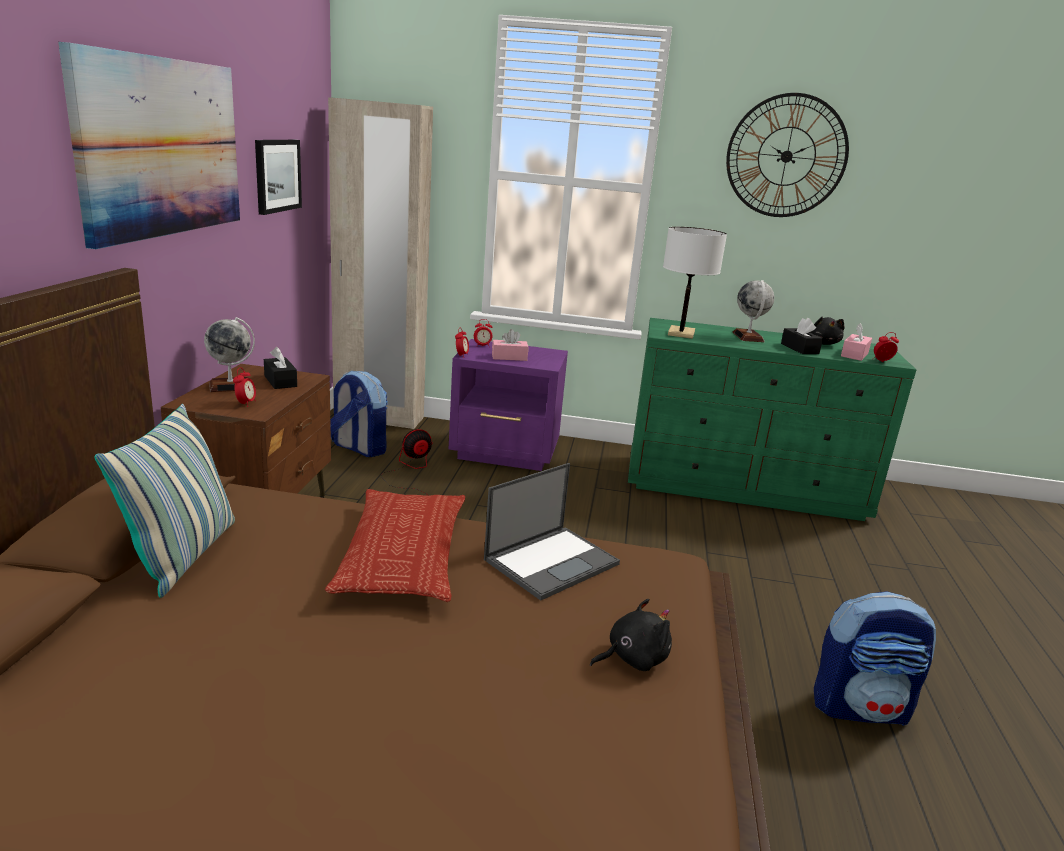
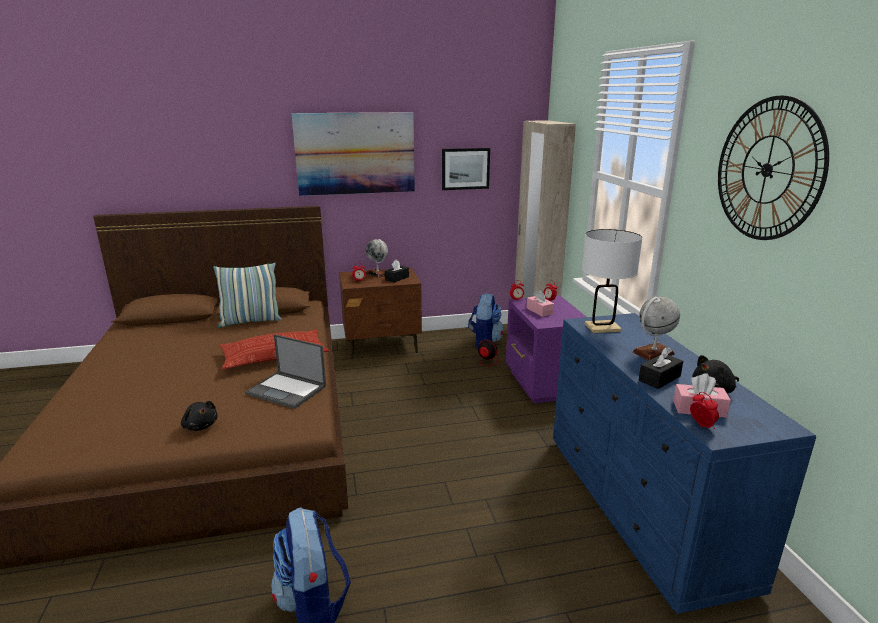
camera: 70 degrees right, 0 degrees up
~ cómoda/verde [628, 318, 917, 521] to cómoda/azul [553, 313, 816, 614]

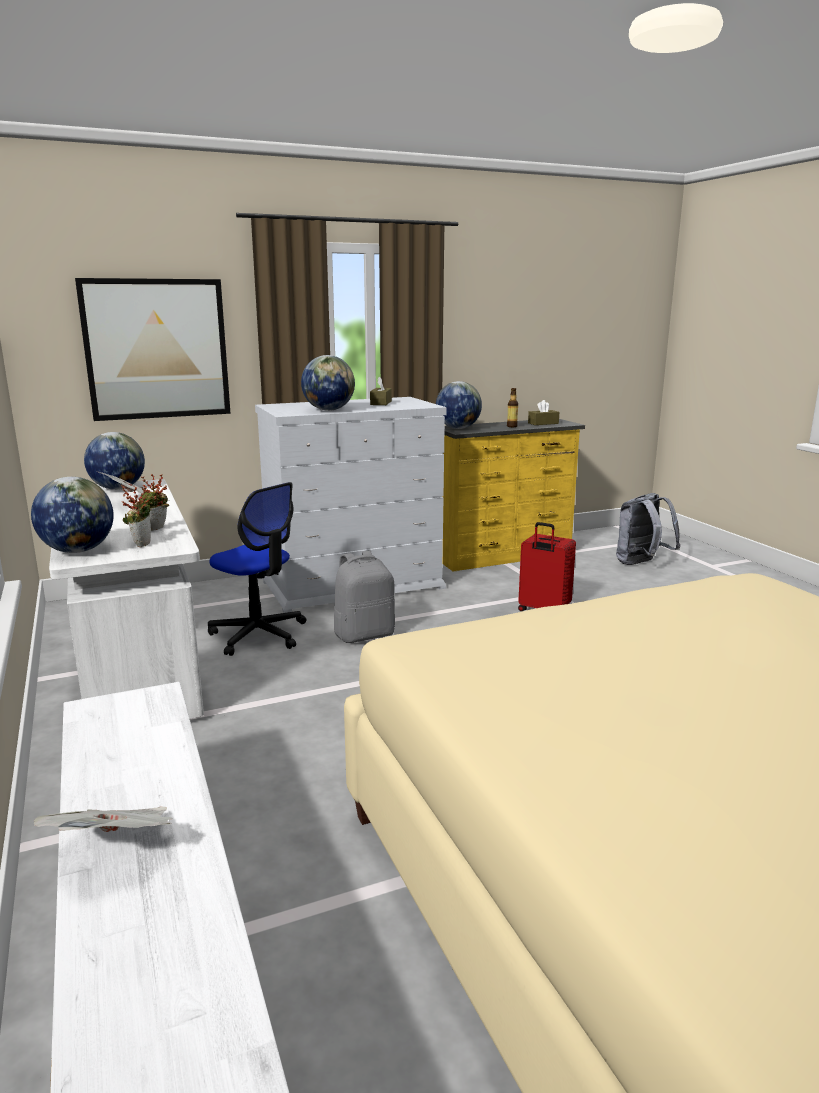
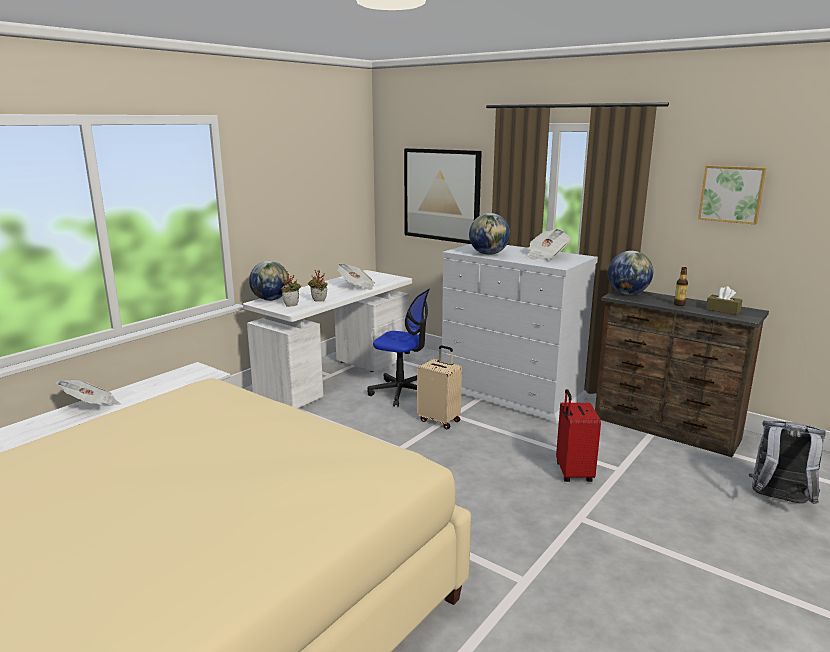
camera: 60 degrees right, 0 degrees up
~ silla de oficina [208, 482, 306, 656] = [367, 289, 430, 407] 75 degrees counterclockwise
~ mochila/gris [334, 551, 395, 643] to maleta/beis [417, 345, 462, 429]
~ caja de pañuelos/marrón [370, 376, 392, 405] to periódico [526, 229, 571, 260]
~ cómoda/amarillo [442, 419, 585, 572] to cómoda/marrón [595, 289, 769, 457]
+ cuadro [698, 165, 766, 225]
- globo terráqueo [84, 432, 145, 490]

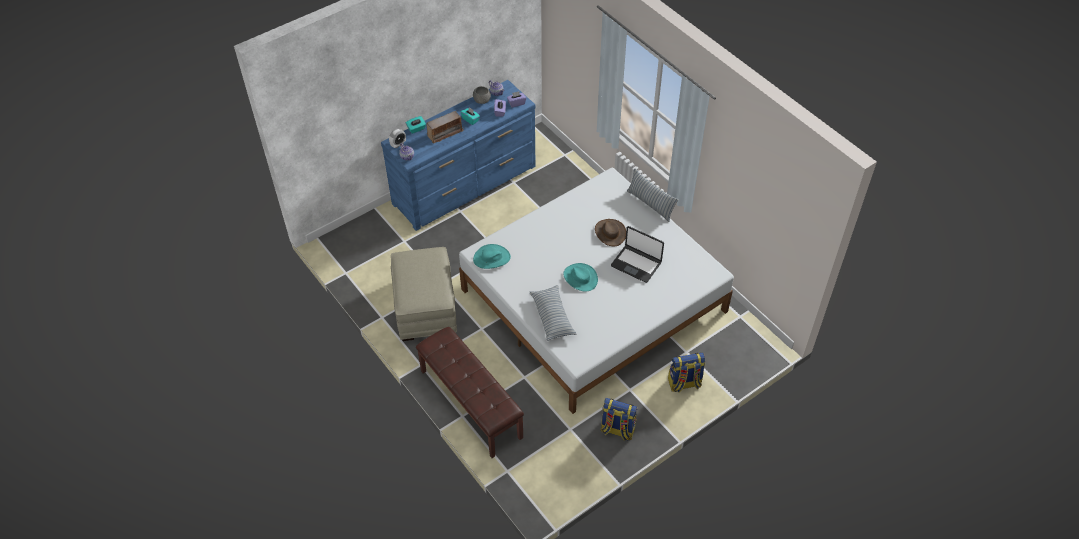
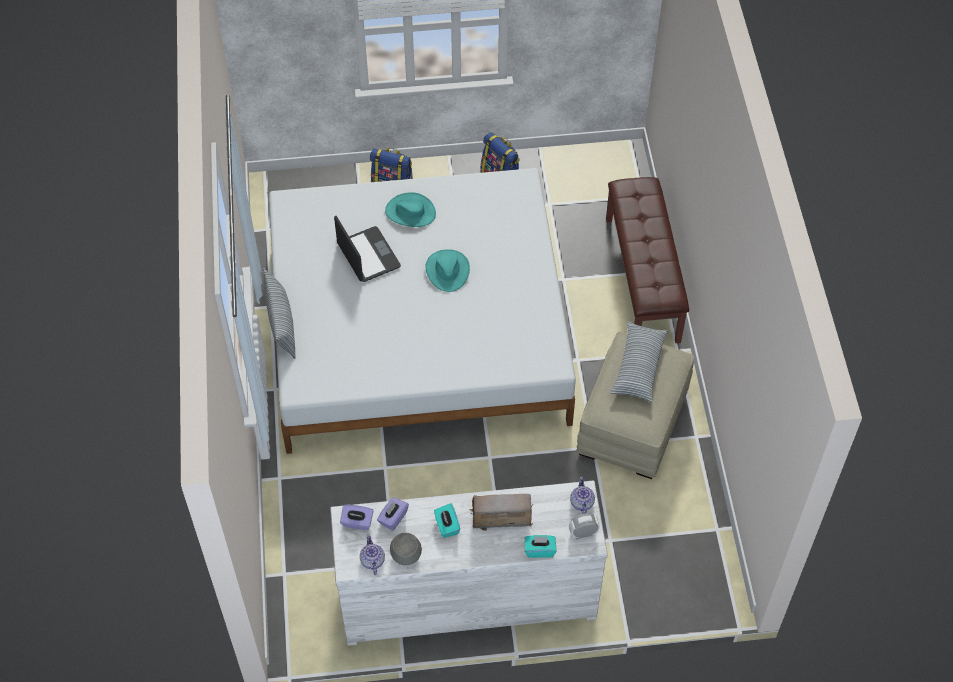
camera: 150 degrees left, 5 degrees up
~ cómoda/azul [381, 80, 535, 231] to cómoda/blanco [330, 480, 608, 646]
~ sombrero/turquesa [473, 244, 511, 269] to [385, 192, 436, 227]
~ cojín [530, 285, 577, 341] to [610, 322, 668, 402]
- sombrero/marrón [595, 219, 626, 247]

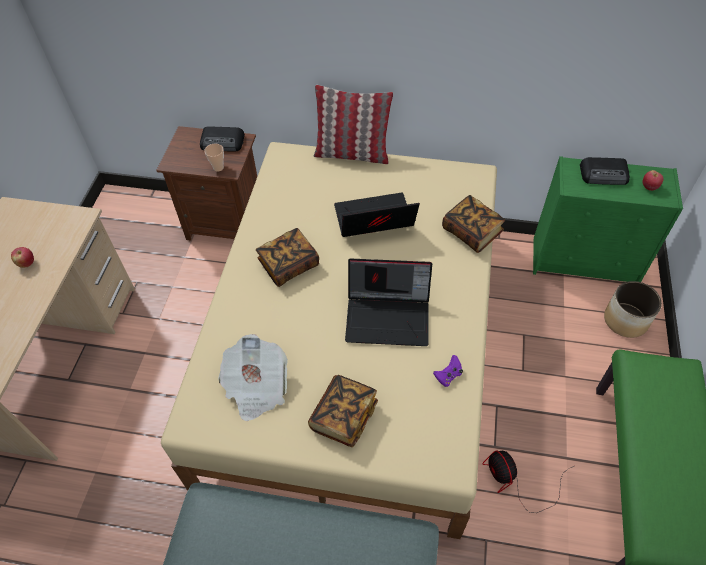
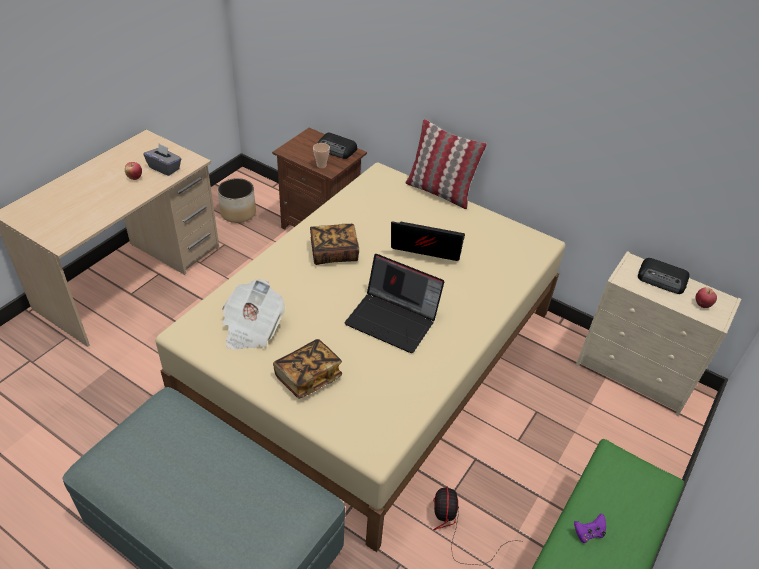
camera: 20 degrees right, 10 degrees down
+ caja de pañuelos/gris [143, 144, 181, 176]
~ maceta [604, 281, 662, 338] to [218, 178, 256, 223]
~ mando de consola/morado [433, 355, 463, 387] to [574, 513, 606, 543]
~ cómoda/verde [533, 156, 683, 282] to cómoda/beis [576, 251, 741, 416]
- libro [442, 195, 505, 253]

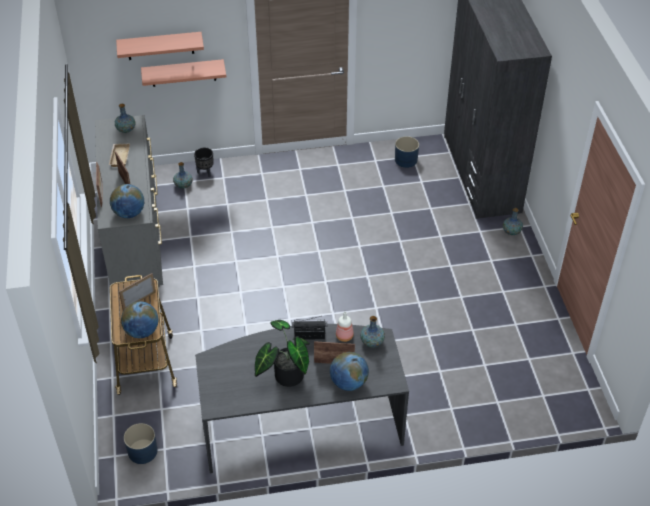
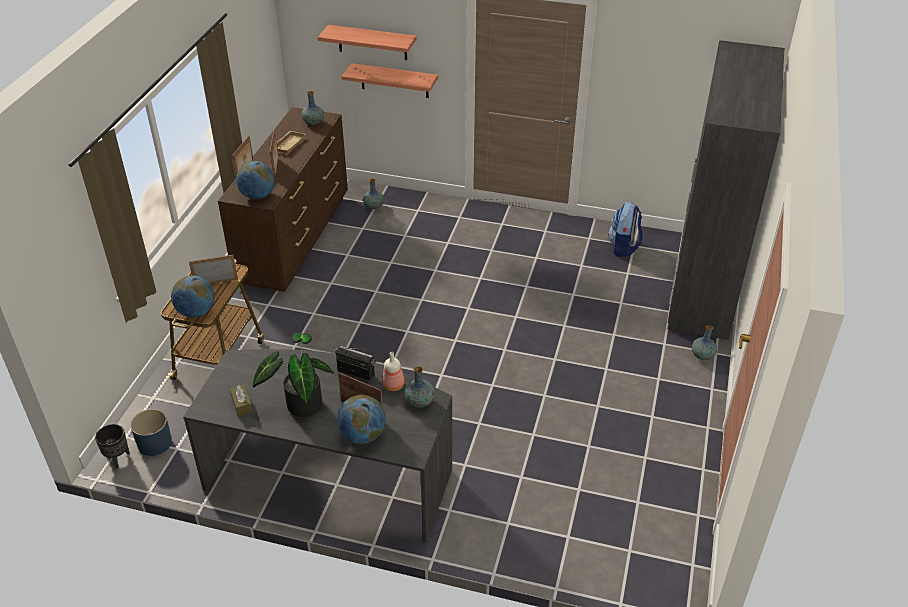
camera: 25 degrees right, 5 degrees down
~ maceta/negro [194, 147, 214, 177] to [95, 424, 130, 469]
~ cómoda/gris [95, 115, 163, 292] to cómoda/marrón [218, 107, 348, 292]
+ caja de pañuelos/marrón [230, 385, 253, 416]
~ maceta/azul [395, 136, 419, 168] to mochila [608, 202, 643, 257]

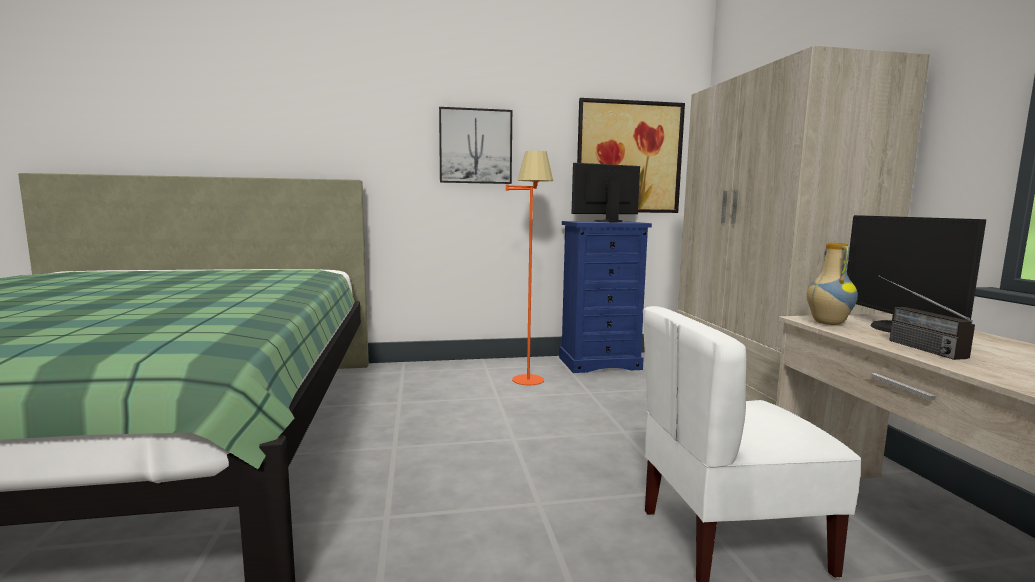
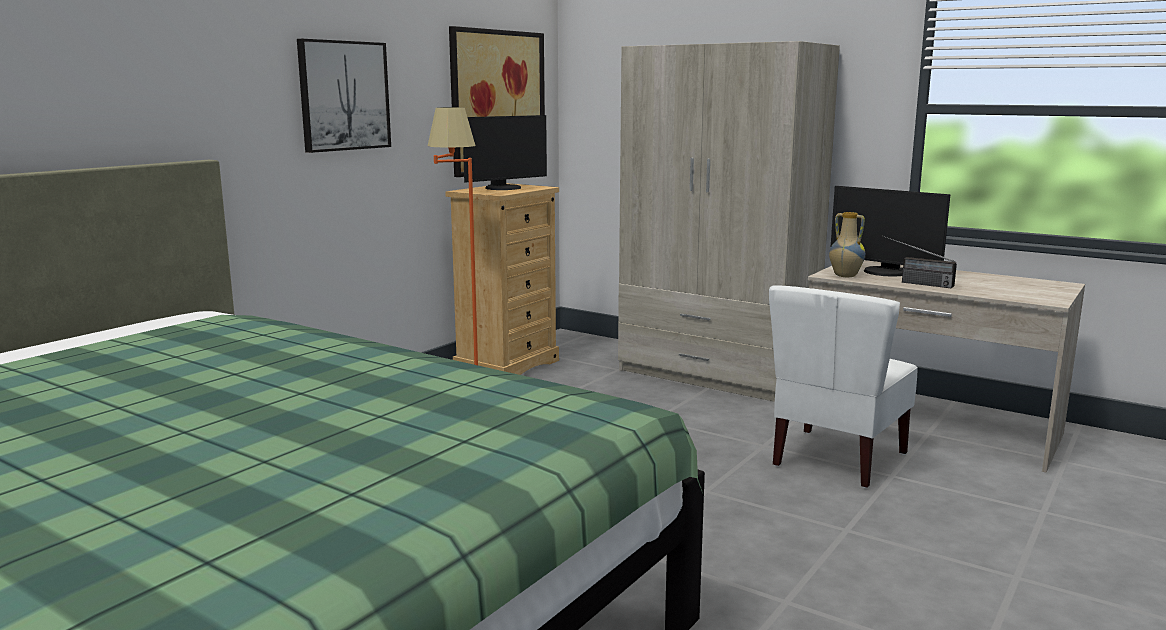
camera: 45 degrees left, 5 degrees up
~ cómoda/azul [559, 221, 652, 373] to cómoda/beis [445, 183, 559, 375]
~ monitor [572, 163, 640, 222] = [463, 115, 547, 190] 150 degrees counterclockwise

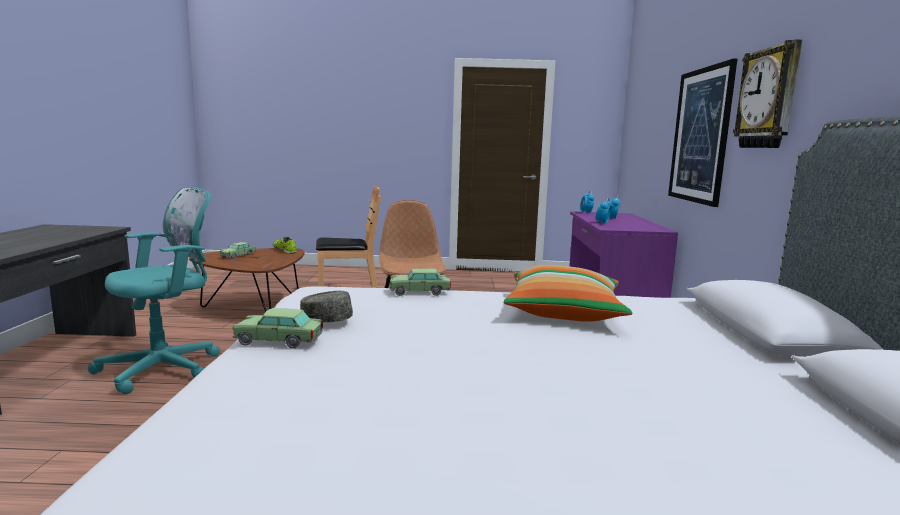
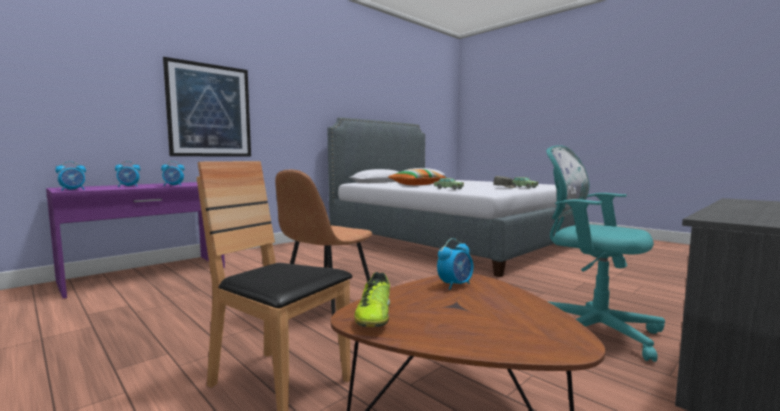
camera: 135 degrees left, 5 degrees down
+ despertador [437, 238, 473, 290]
~ silla de oficina/turquesa [88, 187, 220, 394] = [546, 145, 665, 362] 45 degrees clockwise
- coche de juguete [220, 242, 256, 259]
- reloj de pared [733, 39, 802, 148]

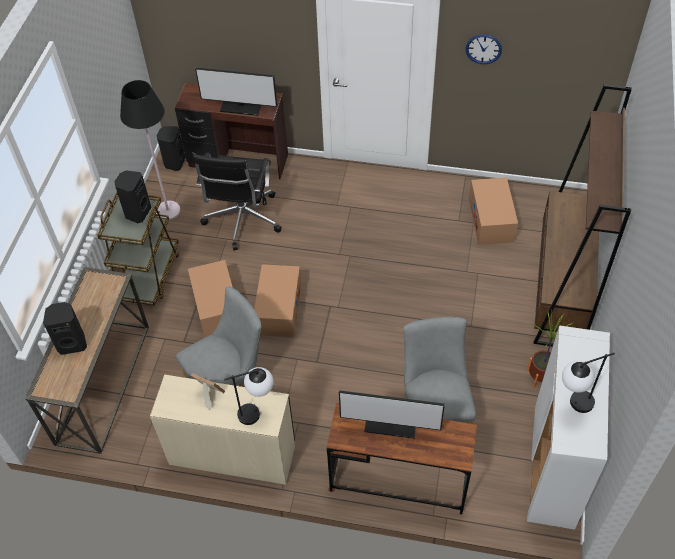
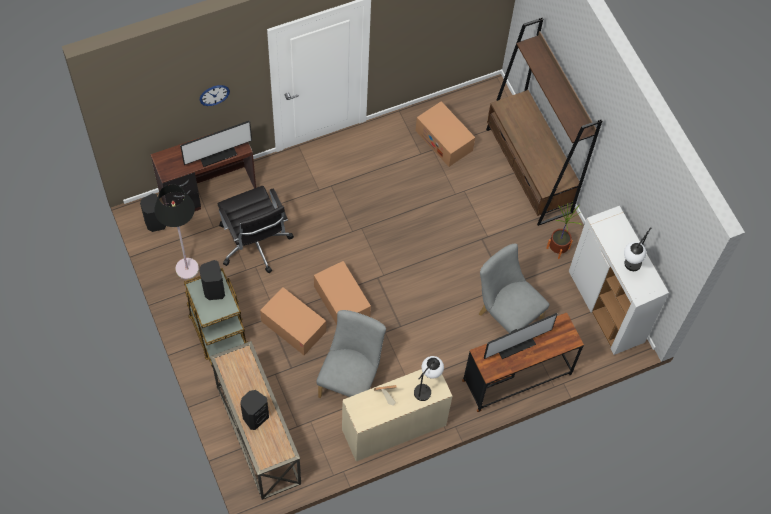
camera: 40 degrees left, 10 degrees up
~ reloj de pared [466, 34, 502, 64] to [200, 85, 230, 106]

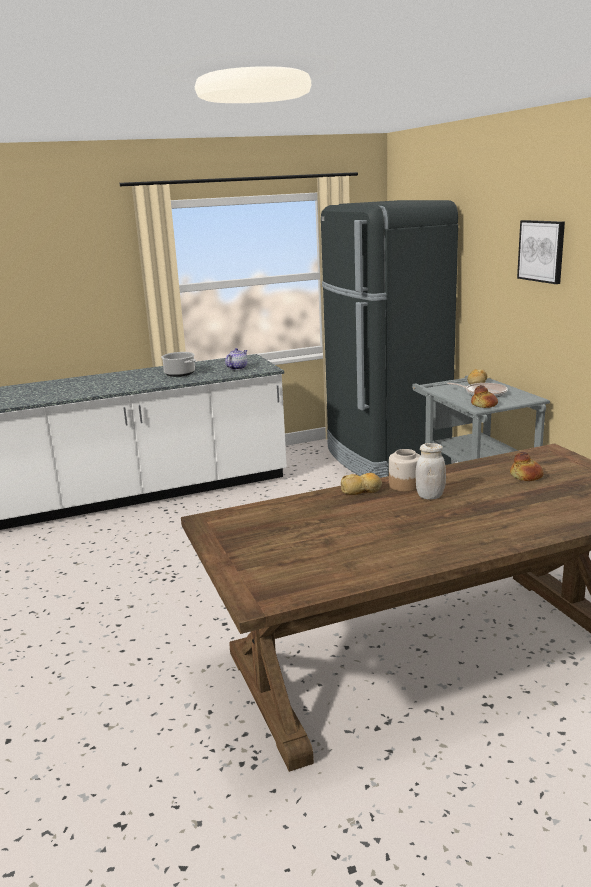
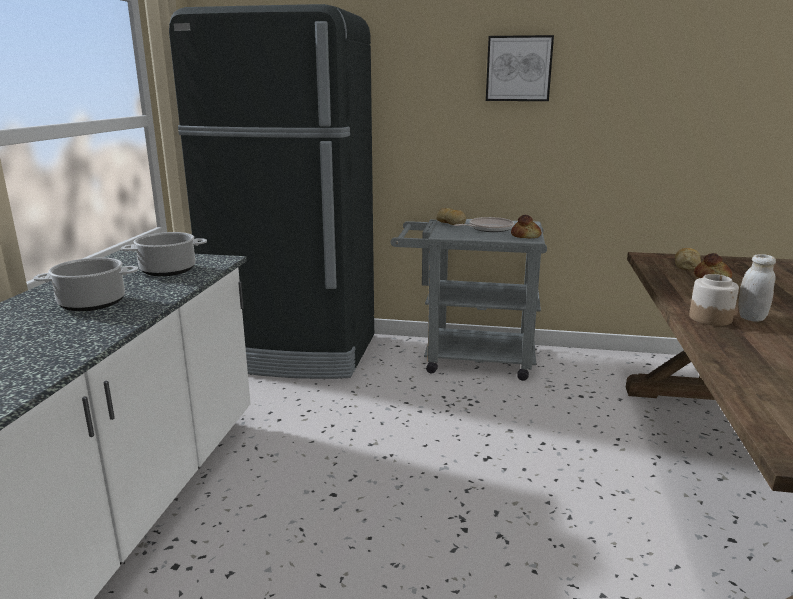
camera: 60 degrees left, 0 degrees up
~ tetera [225, 348, 247, 370] to olla [121, 232, 207, 276]
~ pan [341, 473, 382, 495] to [675, 248, 701, 270]

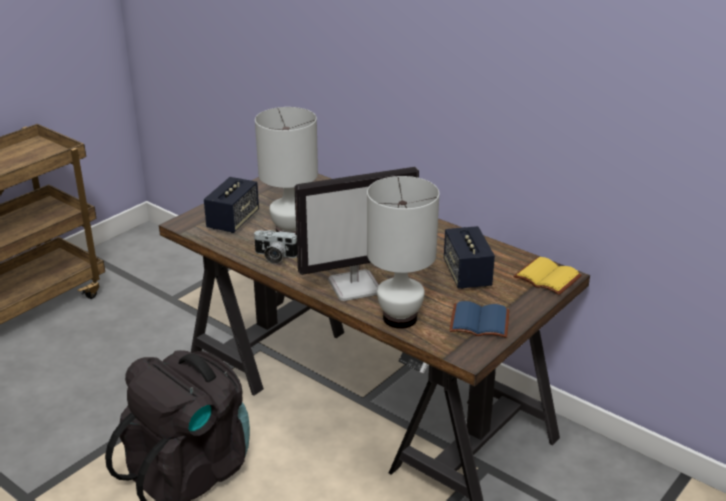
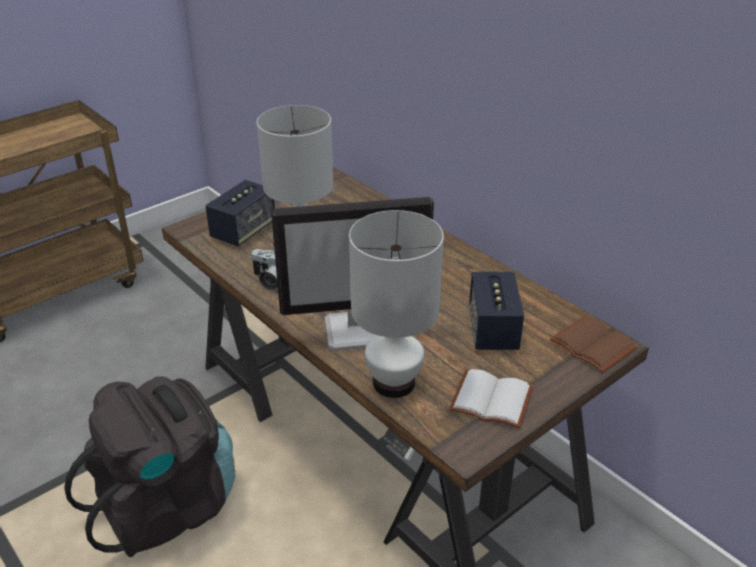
camera: 10 degrees right, 5 degrees up
~ libro/azul [449, 301, 509, 338] to libro/blanco [449, 369, 533, 428]
~ libro/amarillo [513, 257, 582, 295] to libro/marrón [550, 316, 638, 373]

